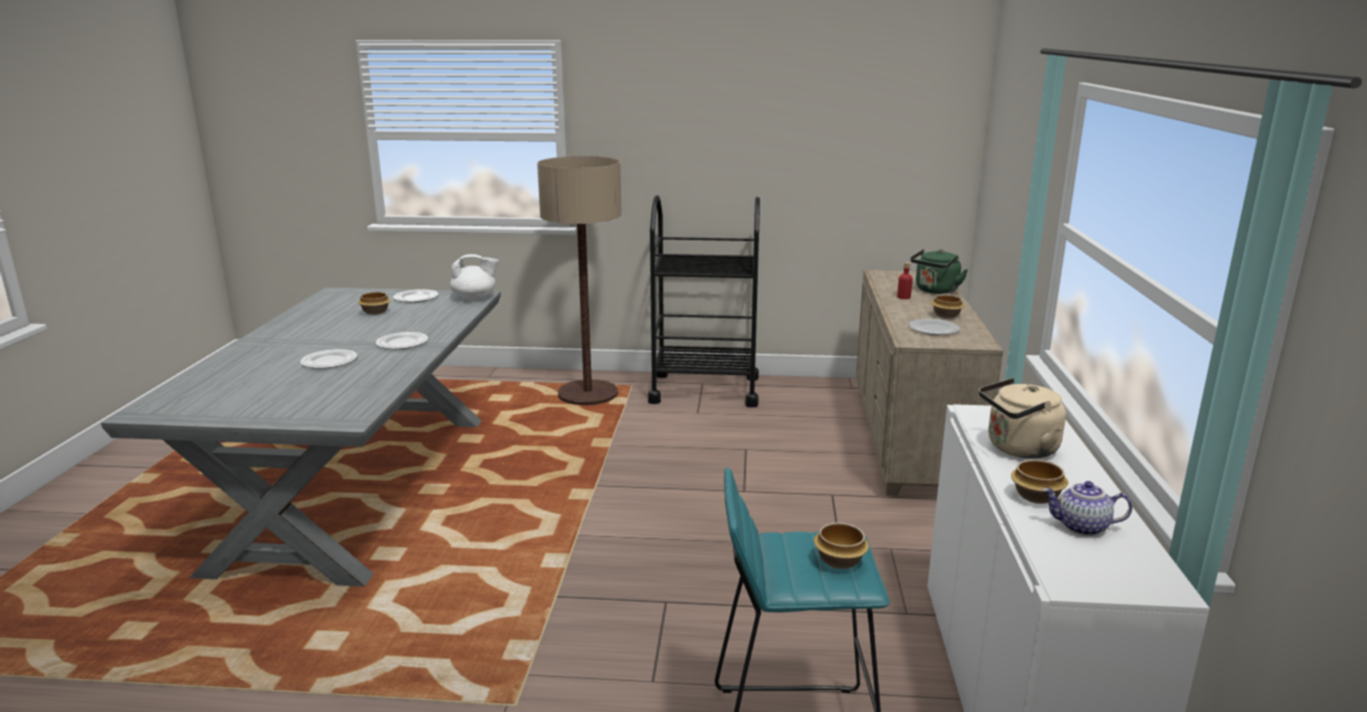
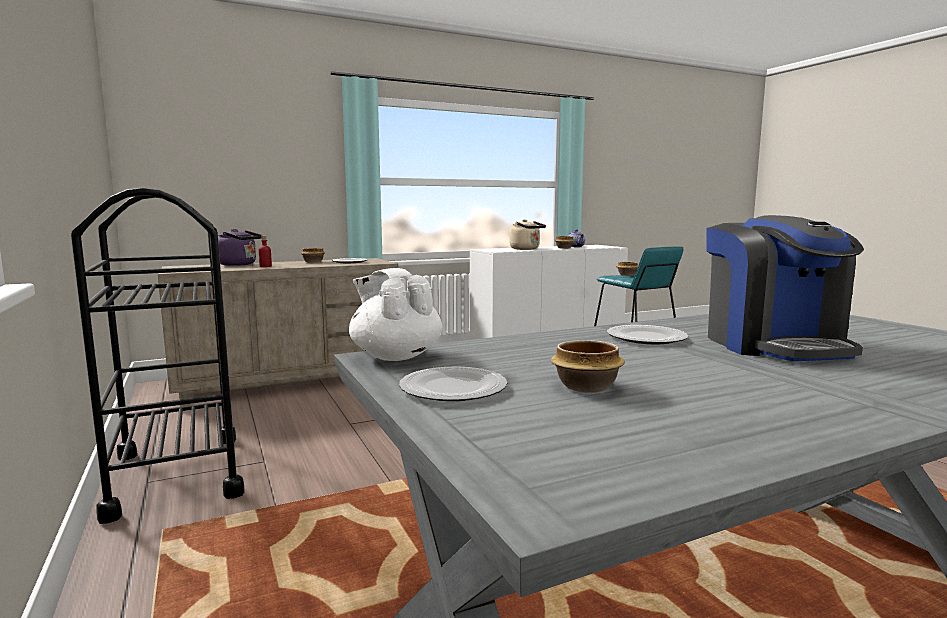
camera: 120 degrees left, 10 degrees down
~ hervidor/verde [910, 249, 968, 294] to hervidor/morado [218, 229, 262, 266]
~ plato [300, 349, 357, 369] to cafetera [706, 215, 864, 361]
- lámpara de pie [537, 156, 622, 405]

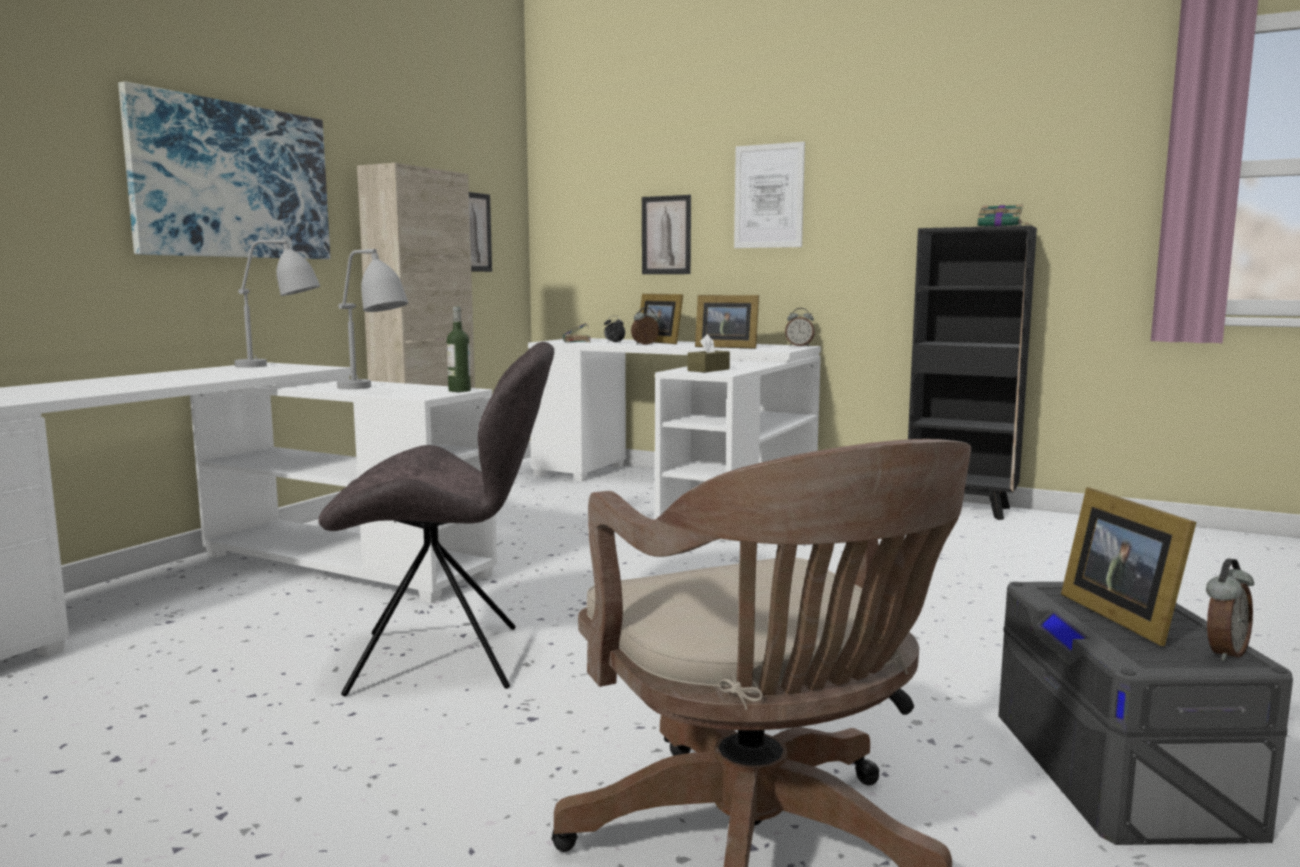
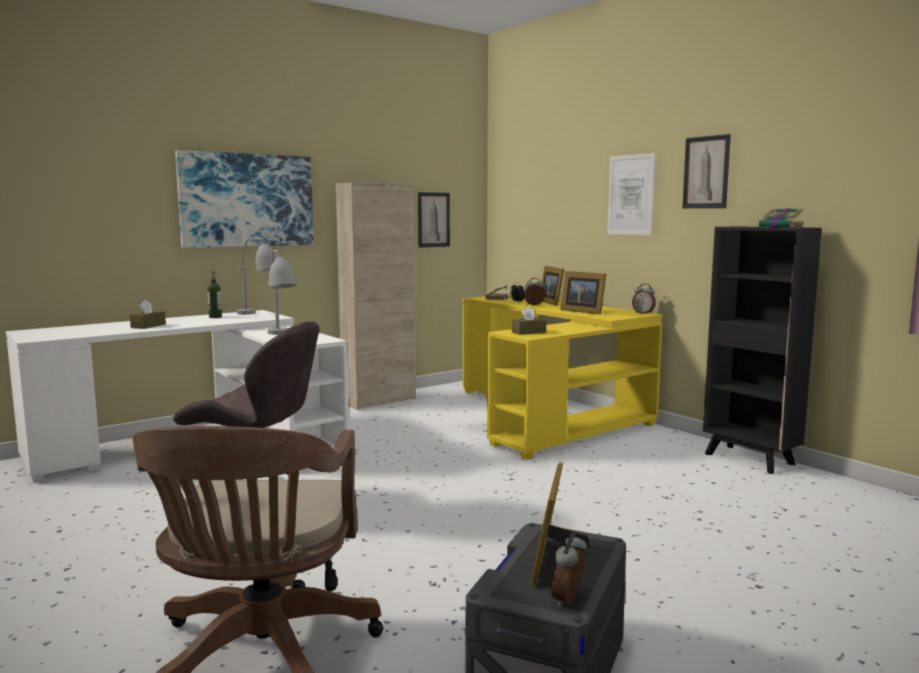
camera: 25 degrees right, 0 degrees up
+ caja de pañuelos/marrón [130, 300, 166, 329]
~ botella [447, 307, 471, 392] to [207, 270, 222, 318]
~ escritorio/blanco [528, 338, 821, 541] to escritorio/amarillo [463, 294, 662, 460]
~ despertador [1206, 559, 1254, 661] = [551, 532, 587, 607] 135 degrees clockwise
~ cuadro [642, 195, 691, 274] to [682, 134, 731, 208]

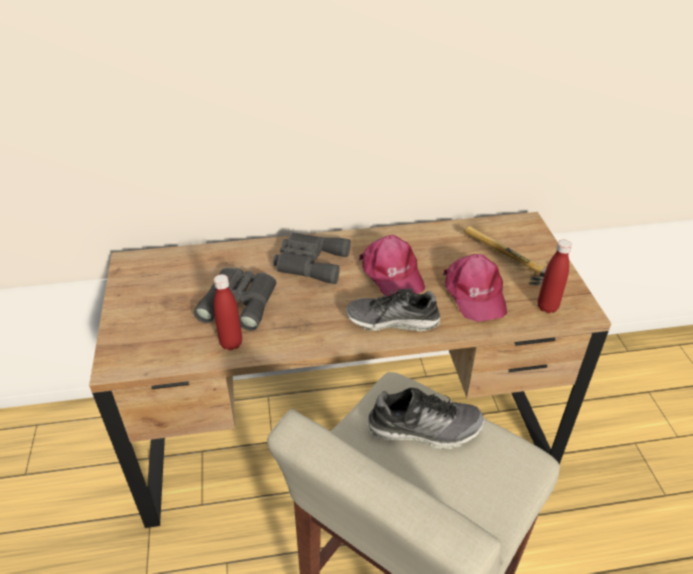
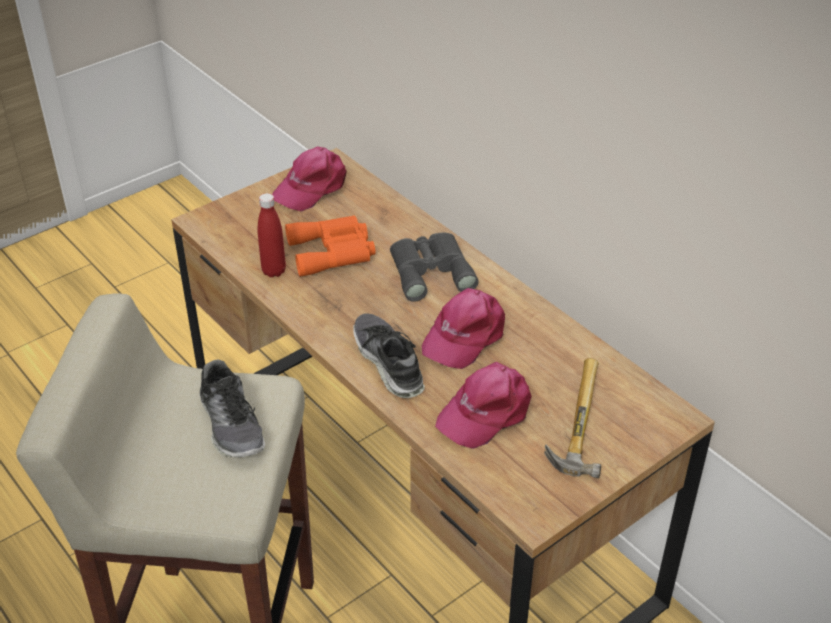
camera: 60 degrees right, 0 degrees up
+ gorra/rosa [272, 146, 347, 211]
~ prismáticos/gris [193, 268, 276, 331] to prismáticos/naranja [285, 216, 376, 277]
- botella/rojo [538, 240, 572, 313]

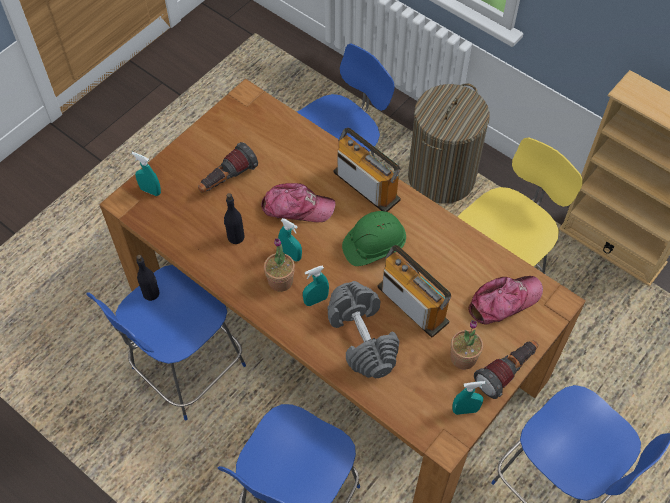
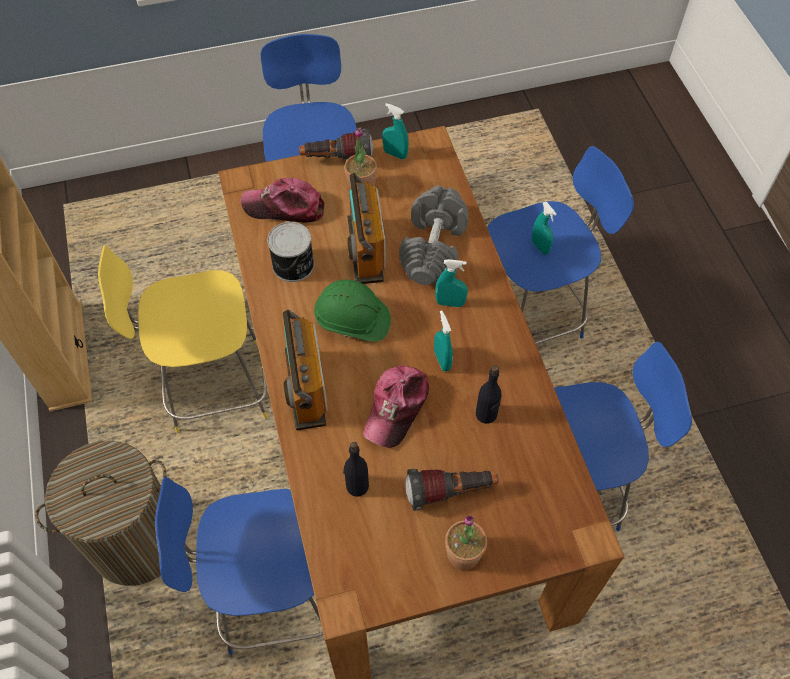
camera: 145 degrees left, 0 degrees up
+ lata [267, 222, 314, 282]
~ botella/negro [136, 255, 160, 301] to [343, 442, 369, 497]
~ gorra [261, 183, 336, 222] = [363, 365, 429, 448] 105 degrees counterclockwise
~ planta en maceta [264, 238, 295, 292] to [445, 515, 487, 570]
~ pulverizador/turquesa [132, 152, 161, 196] to [532, 202, 557, 255]

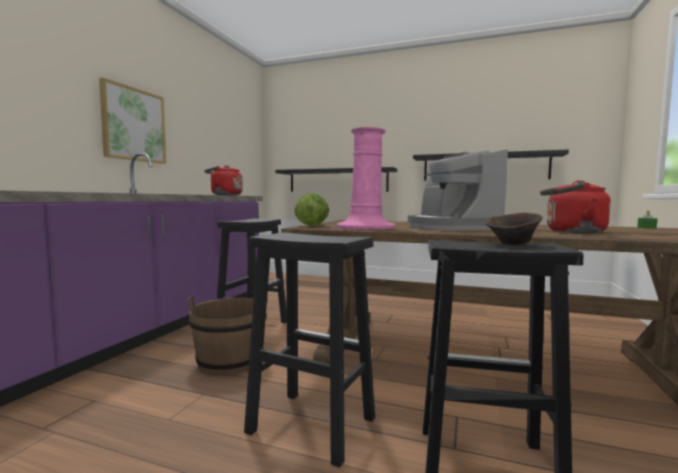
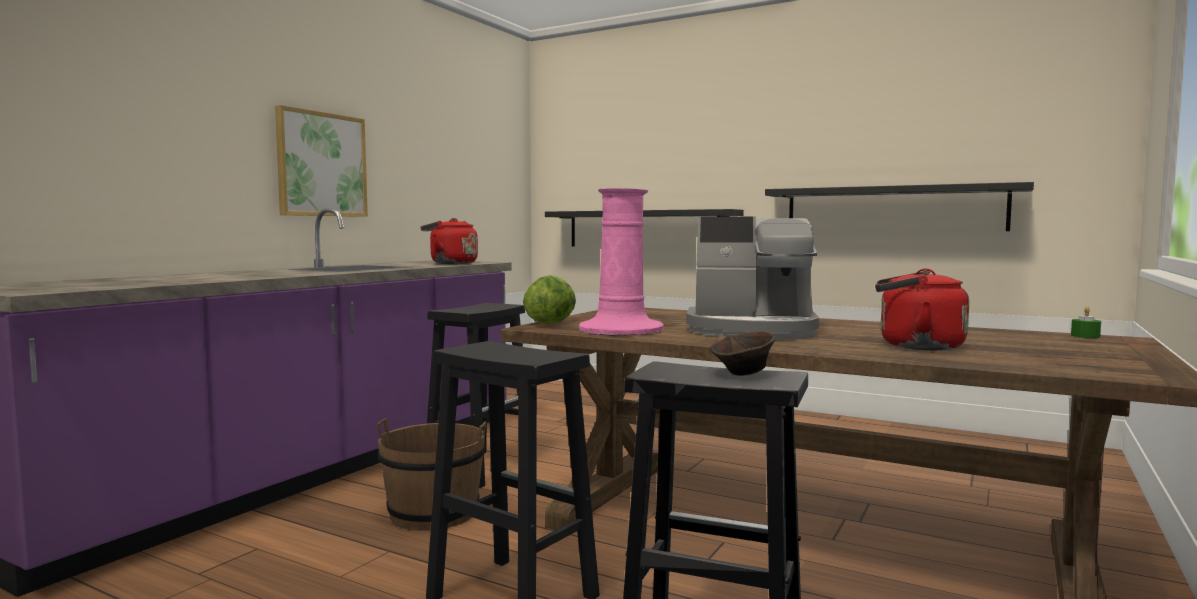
camera: 10 degrees right, 0 degrees up
~ cafetera [408, 149, 508, 230] = [686, 217, 819, 339] 75 degrees counterclockwise

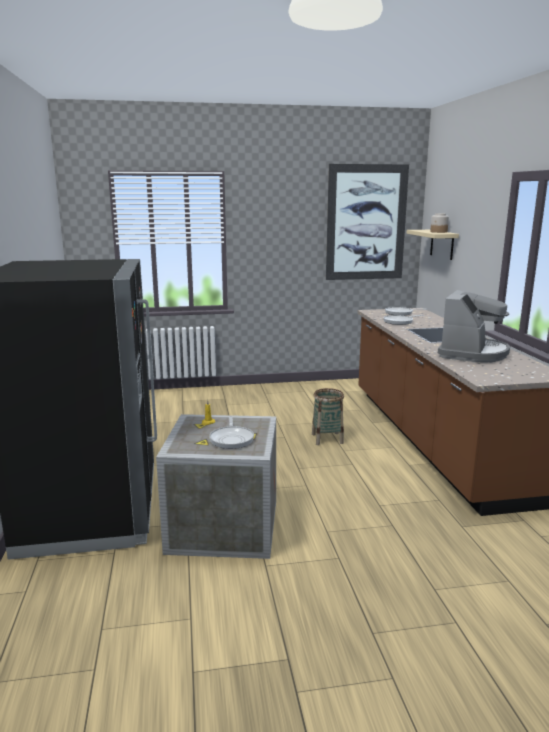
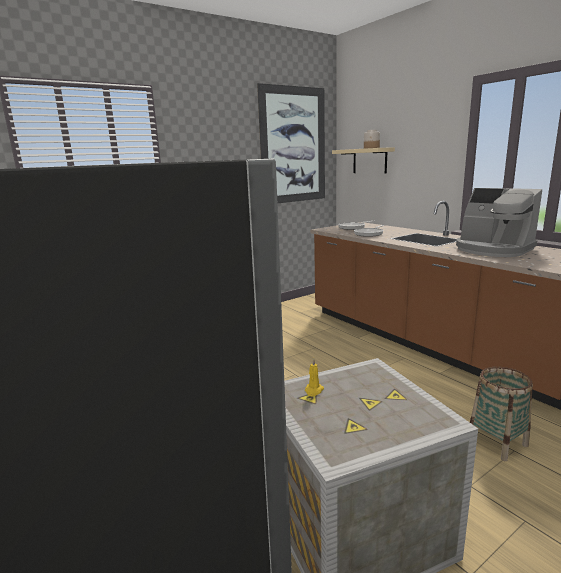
camera: 25 degrees left, 0 degrees up
~ cafetera [438, 290, 510, 363] = [456, 188, 542, 257] 135 degrees clockwise
~ cesta [312, 388, 344, 445] to [470, 367, 533, 461]
- sartén [209, 416, 254, 449]

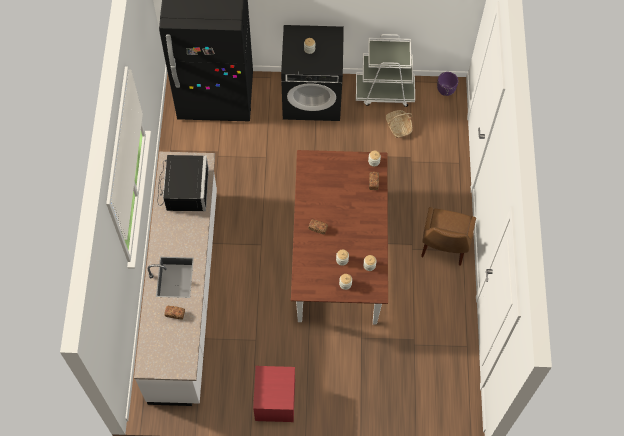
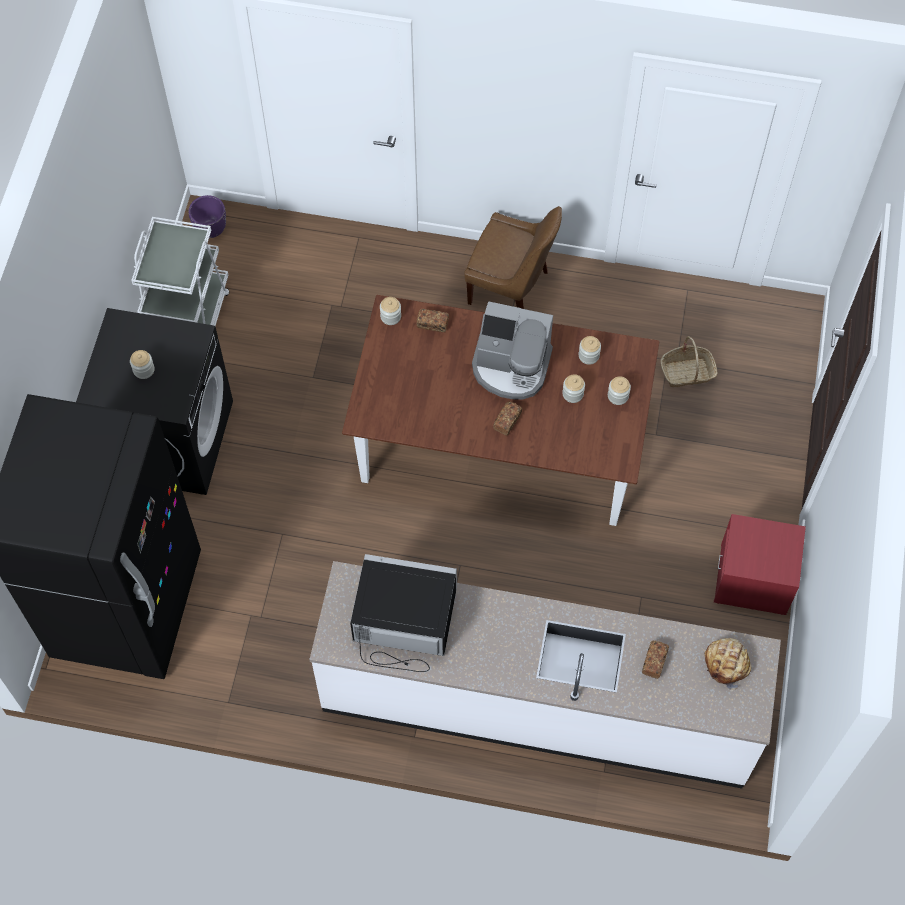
camera: 80 degrees left, 0 degrees up
+ cafetera [472, 301, 553, 400]
~ cesta [386, 110, 412, 138] to [660, 336, 718, 387]
+ pan [704, 638, 751, 691]

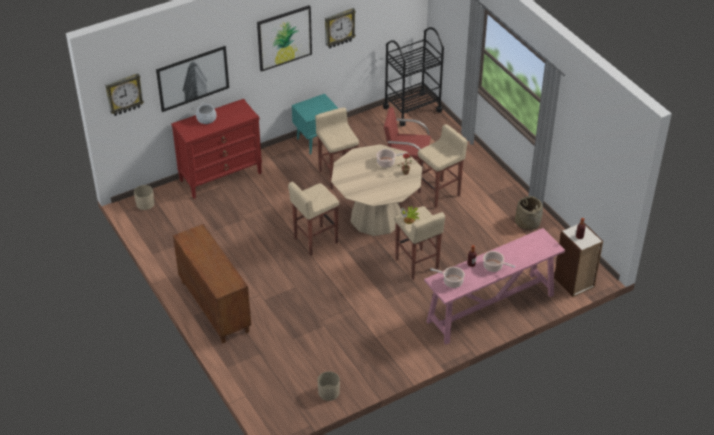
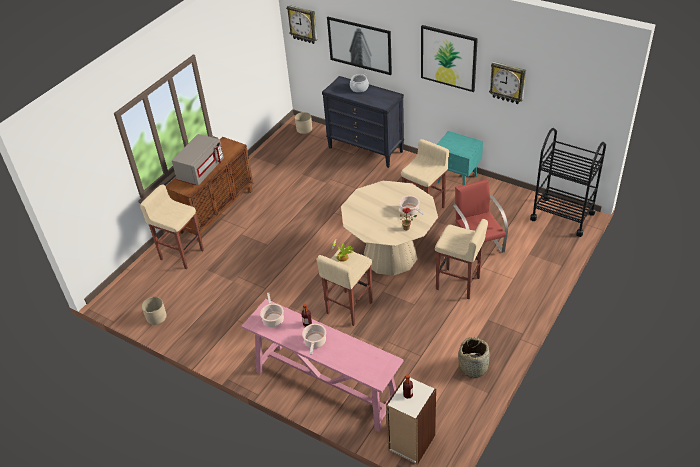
camera: 65 degrees right, 0 degrees up
~ taburete/beis [288, 182, 339, 256] to [140, 184, 204, 269]
+ microondas/gris [172, 134, 224, 185]
~ cómoda/rojo [171, 99, 262, 199] to cómoda/negro [322, 76, 404, 168]

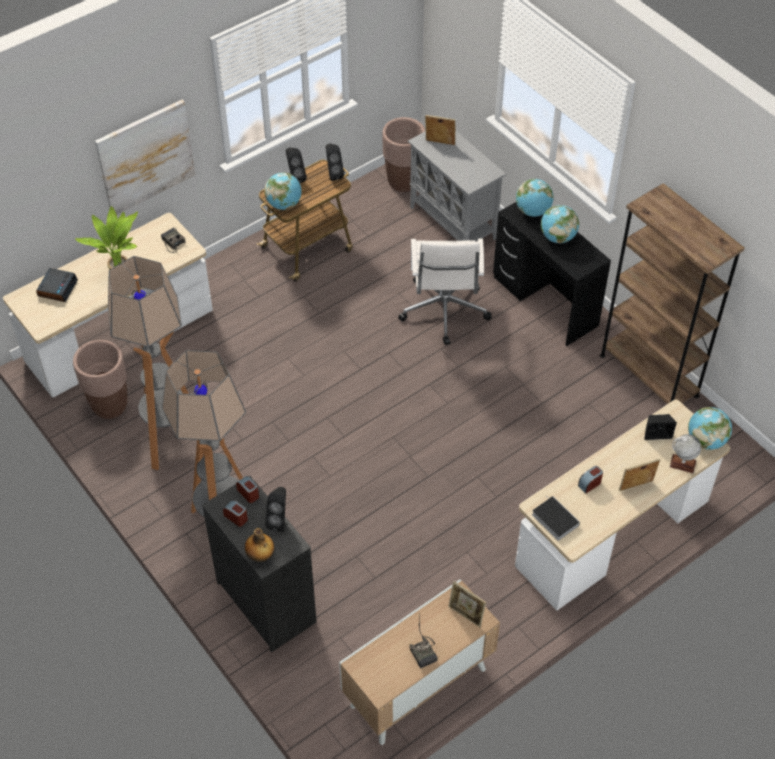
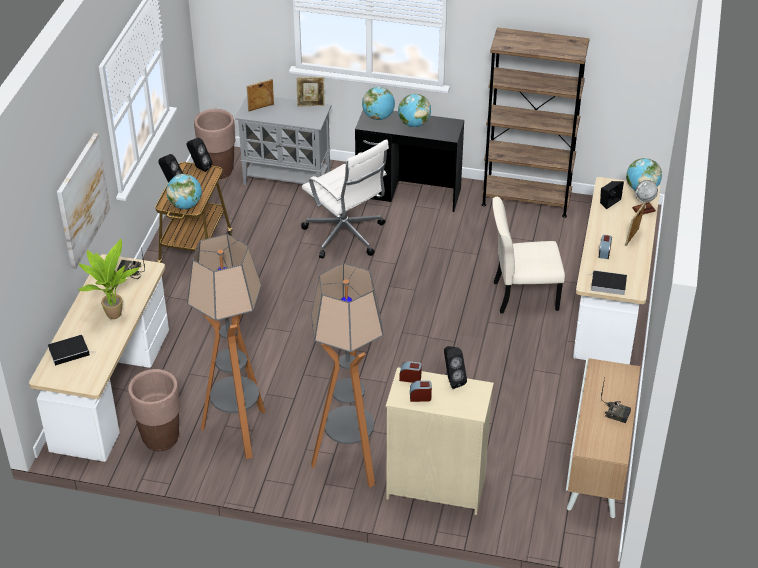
camera: 40 degrees left, 10 degrees down
~ despertador [36, 268, 78, 302] to libro [48, 335, 96, 366]
~ portarretratos [448, 581, 486, 627] to [297, 77, 325, 107]
~ cómoda/negro [202, 476, 317, 653] to cómoda/beis [386, 367, 494, 515]
+ silla/beis [492, 197, 565, 314]
- botella [245, 528, 274, 562]

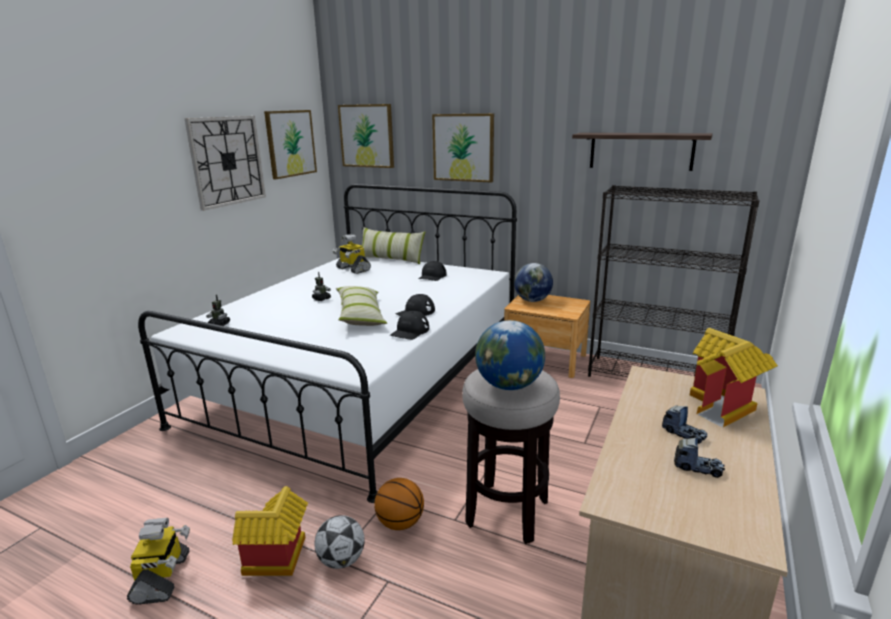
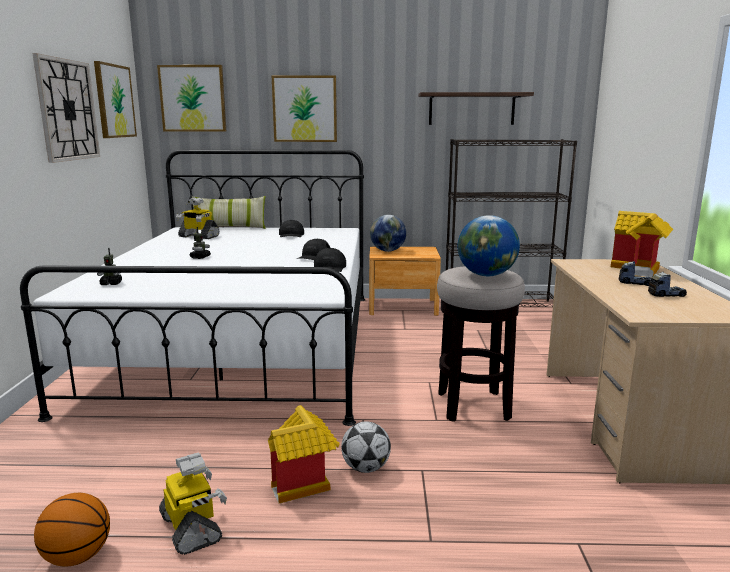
camera: 25 degrees left, 5 degrees down
~ balón de baloncesto [374, 478, 424, 530] to [34, 493, 110, 567]
- cojín [336, 286, 387, 326]

